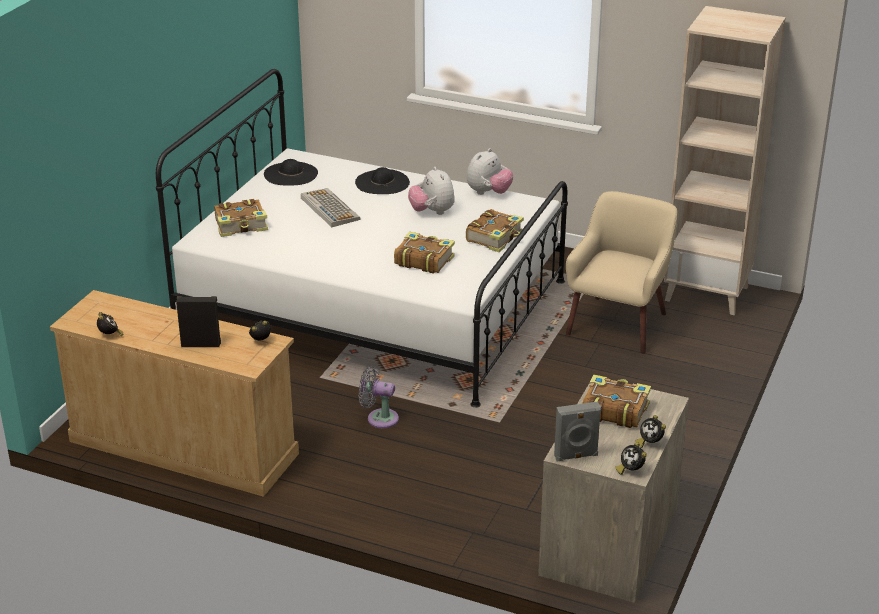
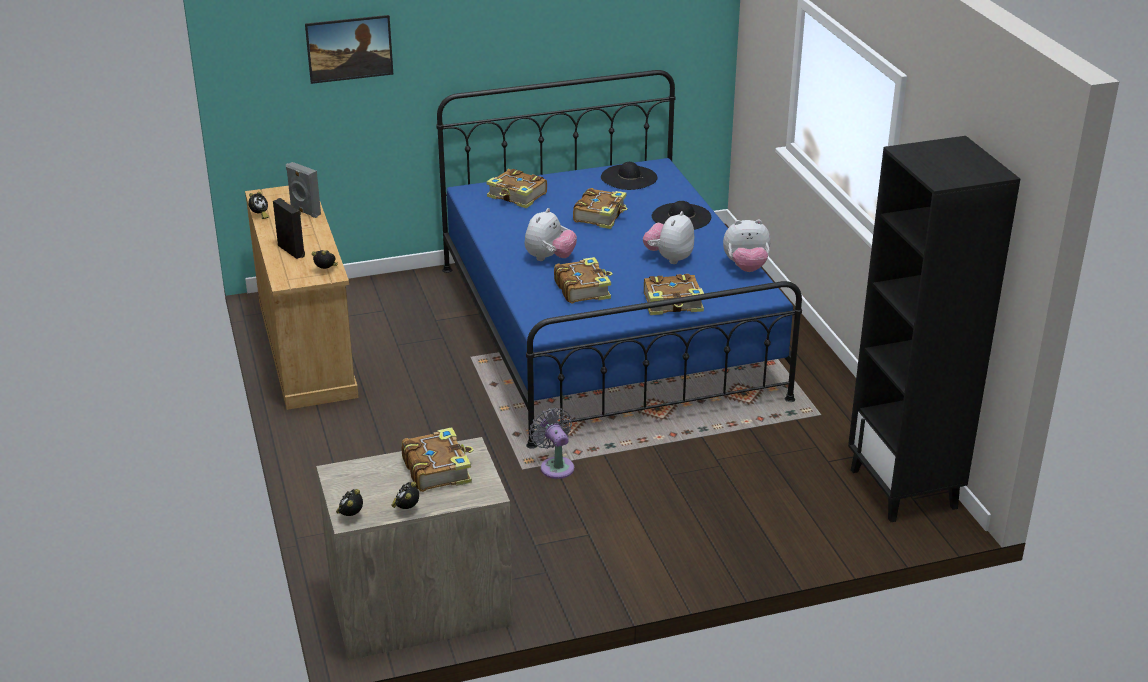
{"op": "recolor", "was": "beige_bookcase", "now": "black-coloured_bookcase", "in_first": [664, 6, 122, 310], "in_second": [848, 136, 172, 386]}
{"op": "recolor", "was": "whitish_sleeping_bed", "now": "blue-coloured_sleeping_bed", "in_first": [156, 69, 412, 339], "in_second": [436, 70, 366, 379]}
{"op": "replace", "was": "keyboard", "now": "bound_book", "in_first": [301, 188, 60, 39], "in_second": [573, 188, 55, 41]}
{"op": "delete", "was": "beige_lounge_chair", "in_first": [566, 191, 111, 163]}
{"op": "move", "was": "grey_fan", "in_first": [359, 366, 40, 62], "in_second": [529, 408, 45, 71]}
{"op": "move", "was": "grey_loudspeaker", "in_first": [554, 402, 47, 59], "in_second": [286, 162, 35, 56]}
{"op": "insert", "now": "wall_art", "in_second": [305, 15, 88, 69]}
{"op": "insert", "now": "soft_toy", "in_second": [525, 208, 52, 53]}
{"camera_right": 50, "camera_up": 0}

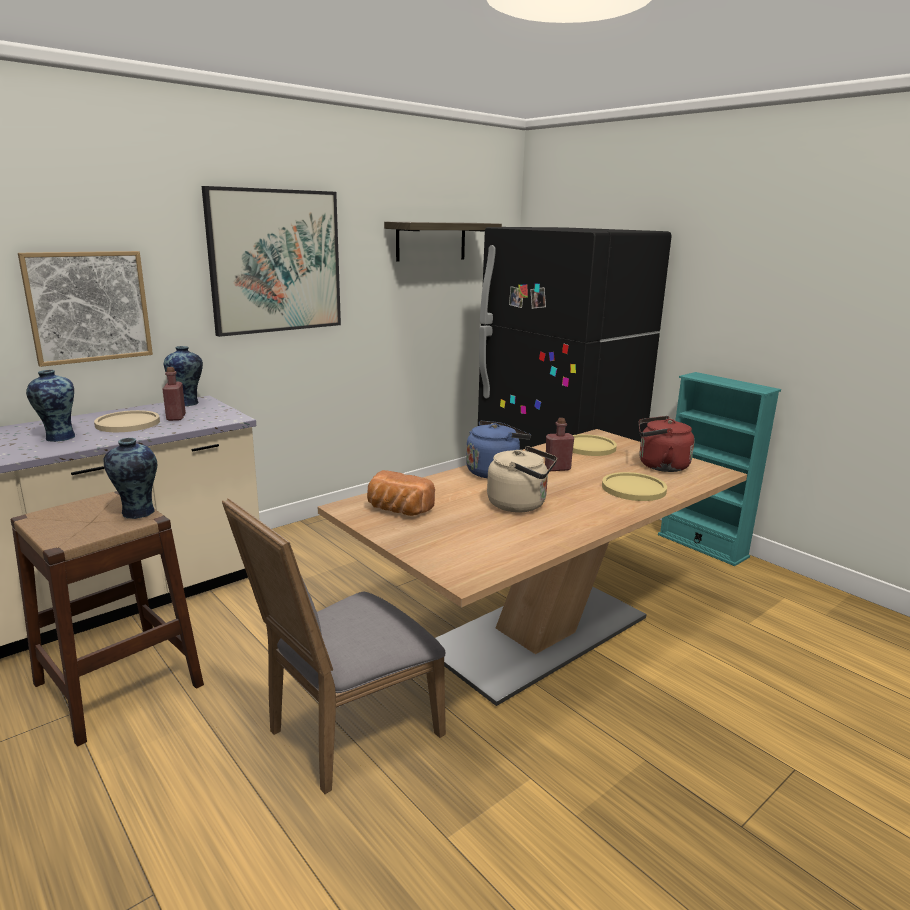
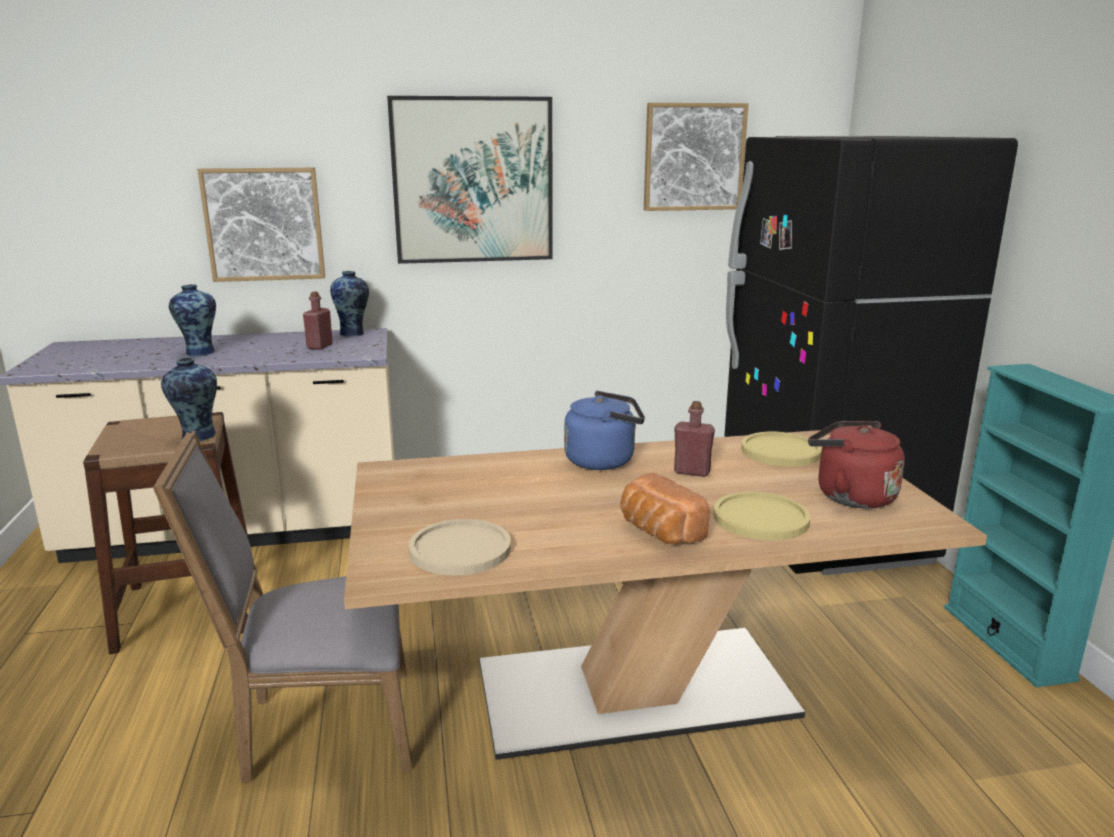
{"op": "replace", "was": "bracket_shelf", "now": "wall_art", "in_first": [384, 222, 118, 40], "in_second": [644, 103, 105, 108]}
{"op": "move", "was": "beige_flat_dish", "in_first": [94, 410, 66, 22], "in_second": [409, 519, 102, 57]}
{"op": "delete", "was": "beige_kettle", "in_first": [487, 446, 70, 66]}
{"op": "move", "was": "bakery_bread", "in_first": [367, 470, 68, 46], "in_second": [621, 473, 89, 71]}
{"camera_right": 30, "camera_up": 0}

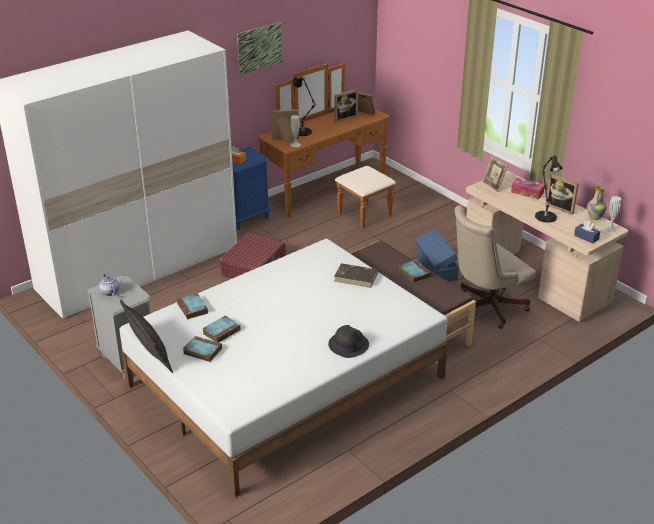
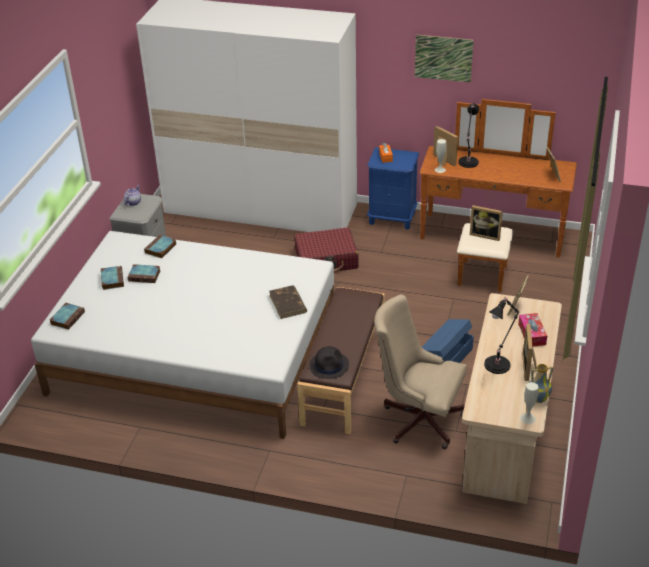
{"op": "move", "was": "picture_frame", "in_first": [334, 89, 24, 33], "in_second": [470, 205, 33, 36]}
{"op": "delete", "was": "blue-coloured_tissue_holder", "in_first": [574, 221, 26, 23]}
{"op": "move", "was": "bound_book", "in_first": [399, 260, 32, 23], "in_second": [50, 303, 35, 27]}
{"op": "delete", "was": "throw_pillow", "in_first": [120, 300, 53, 73]}
{"op": "move", "was": "black-coloured_wearable_hat", "in_first": [328, 325, 41, 33], "in_second": [309, 346, 40, 33]}
{"camera_right": 55, "camera_up": 5}

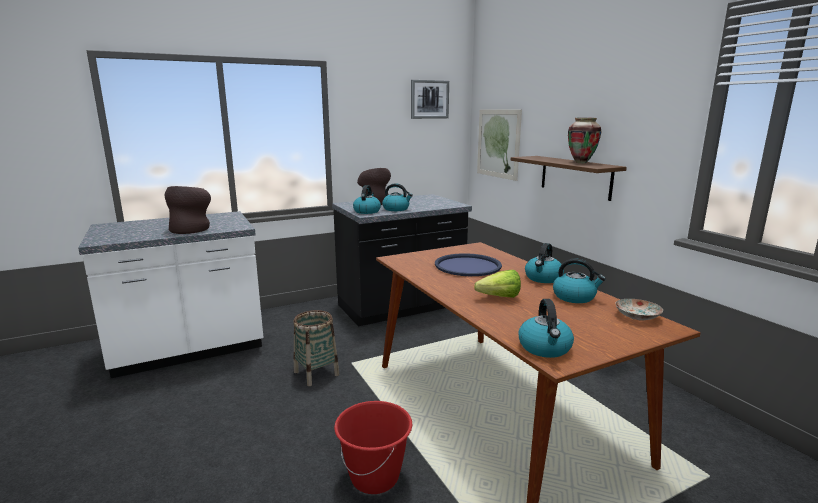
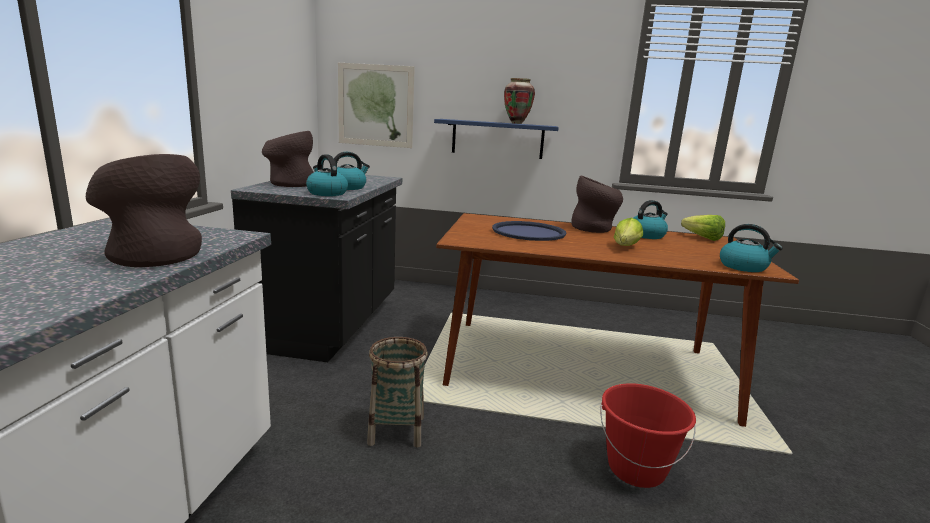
{"op": "delete", "was": "wall_art", "in_first": [411, 80, 38, 39]}
{"op": "recolor", "was": "brown-coloured_bracket_shelf", "now": "blue-coloured_bracket_shelf", "in_first": [511, 156, 116, 45], "in_second": [434, 119, 125, 40]}
{"op": "replace", "was": "kettle", "now": "brown-coloured_decorative_vase", "in_first": [525, 243, 39, 40], "in_second": [571, 176, 52, 57]}
{"op": "replace", "was": "flat_dish", "now": "lettuce", "in_first": [615, 299, 48, 21], "in_second": [681, 215, 44, 26]}
{"camera_right": -55, "camera_up": 0}

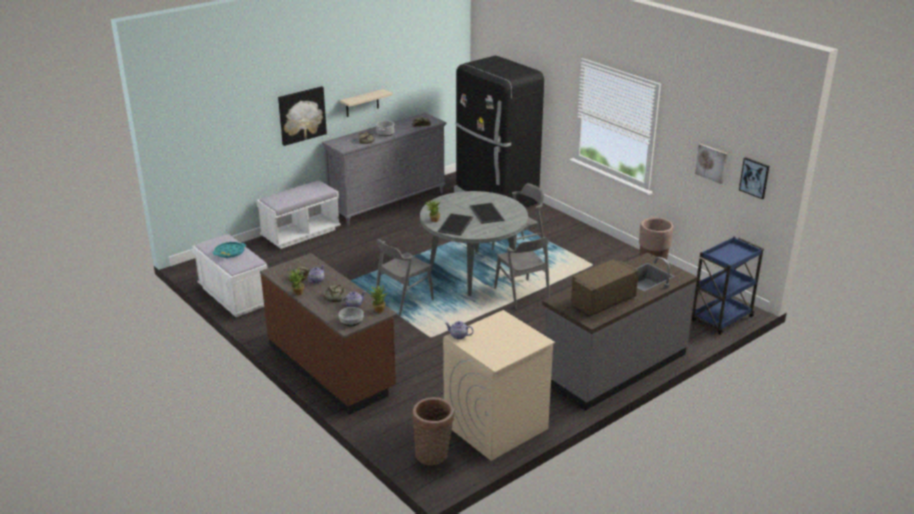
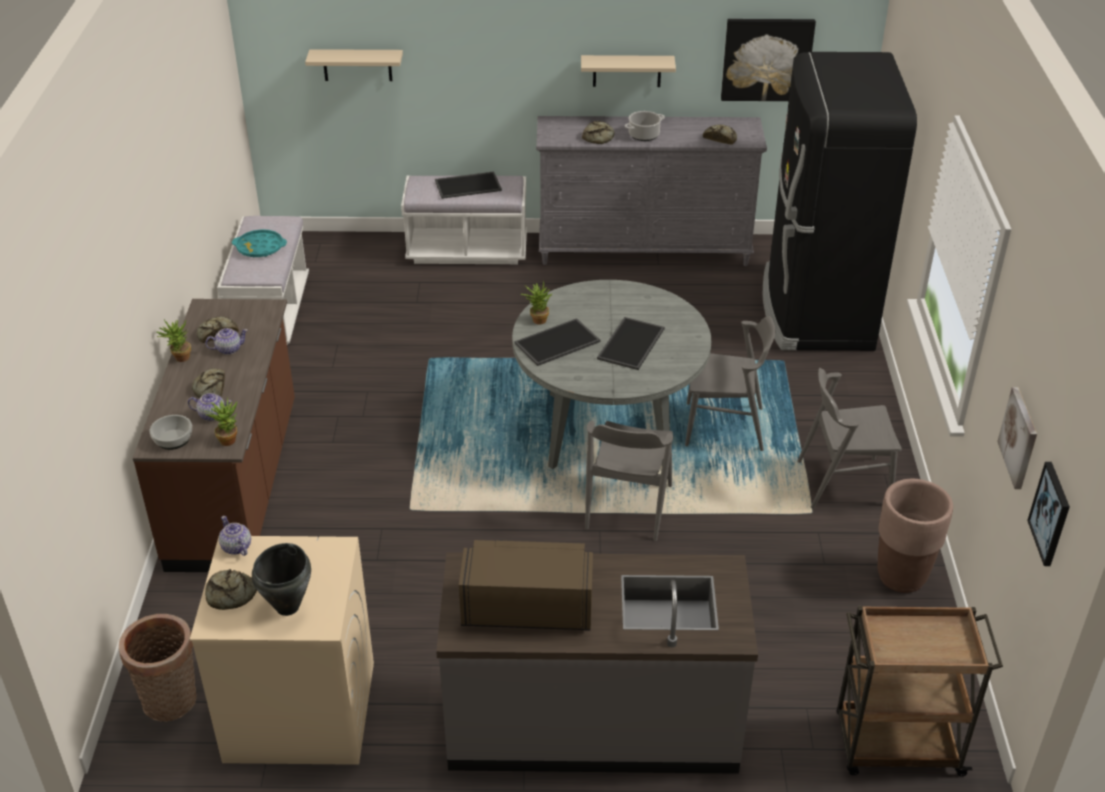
{"op": "move", "was": "wall_art", "in_first": [278, 86, 49, 60], "in_second": [721, 19, 95, 82]}
{"op": "recolor", "was": "blue-coloured_wheeled_cart", "now": "brown-coloured_wheeled_cart", "in_first": [692, 237, 72, 98], "in_second": [836, 606, 167, 171]}
{"op": "move", "was": "grey_upright_chair", "in_first": [375, 239, 59, 78], "in_second": [797, 368, 105, 141]}
{"op": "insert", "now": "beige_bracket_shelf", "in_second": [305, 49, 98, 32]}
{"op": "insert", "now": "serving_tray", "in_second": [435, 171, 67, 28]}
{"op": "insert", "now": "black-coloured_saucepot", "in_second": [252, 543, 59, 73]}
{"op": "insert", "now": "bakery_bread", "in_second": [205, 569, 52, 41]}
{"camera_right": 40, "camera_up": 10}

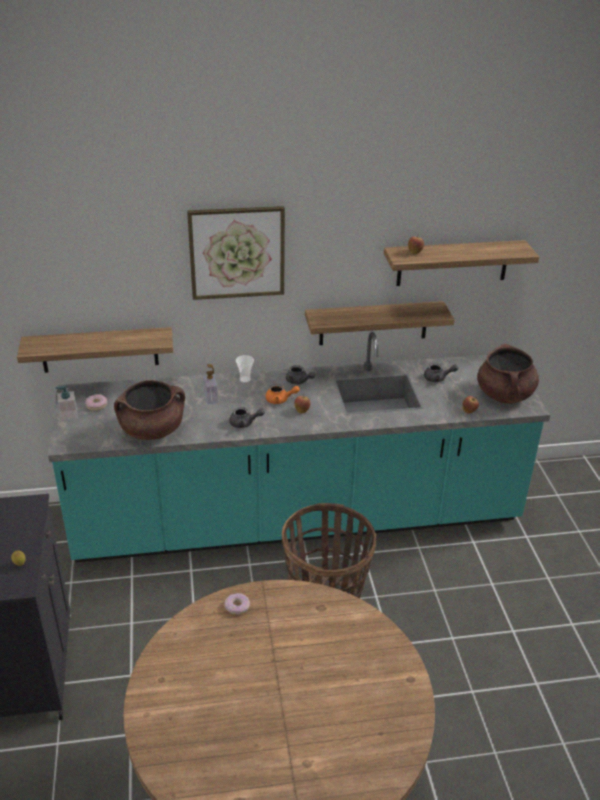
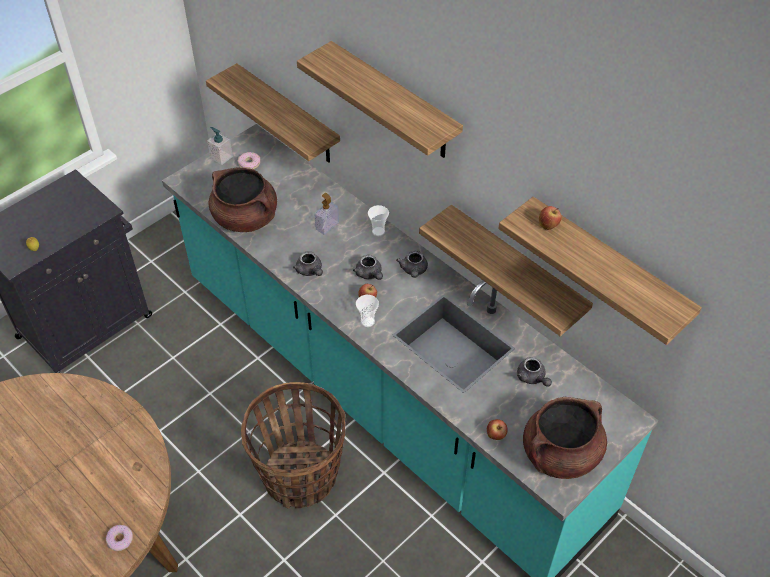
{"op": "replace", "was": "wall_art", "now": "bracket_shelf", "in_first": [187, 206, 98, 94], "in_second": [297, 41, 166, 117]}
{"op": "recolor", "was": "orangey_teapot", "now": "grey_teapot", "in_first": [265, 384, 35, 20], "in_second": [353, 255, 30, 25]}
{"op": "move", "was": "doughnut", "in_first": [225, 593, 25, 22], "in_second": [106, 525, 27, 26]}
{"op": "insert", "now": "cup", "in_second": [356, 295, 23, 32]}
{"camera_right": 55, "camera_up": 15}

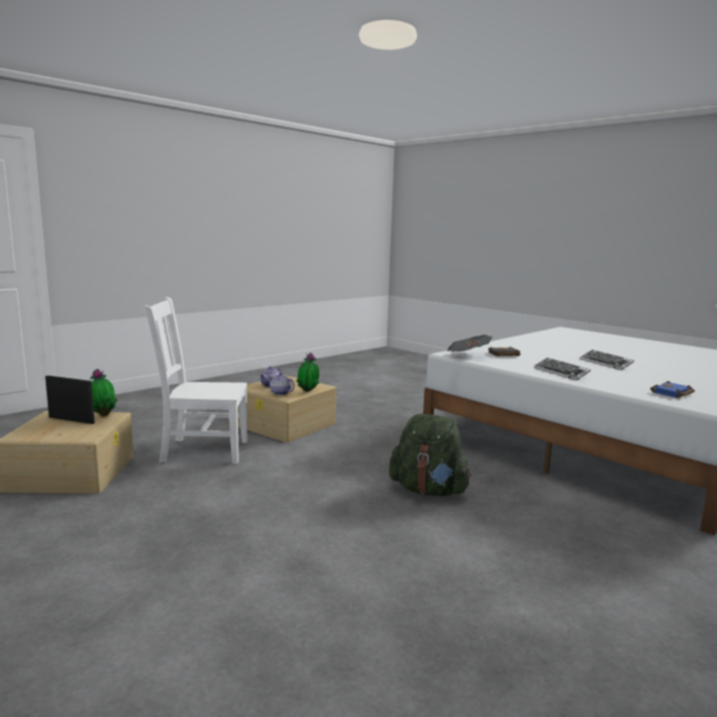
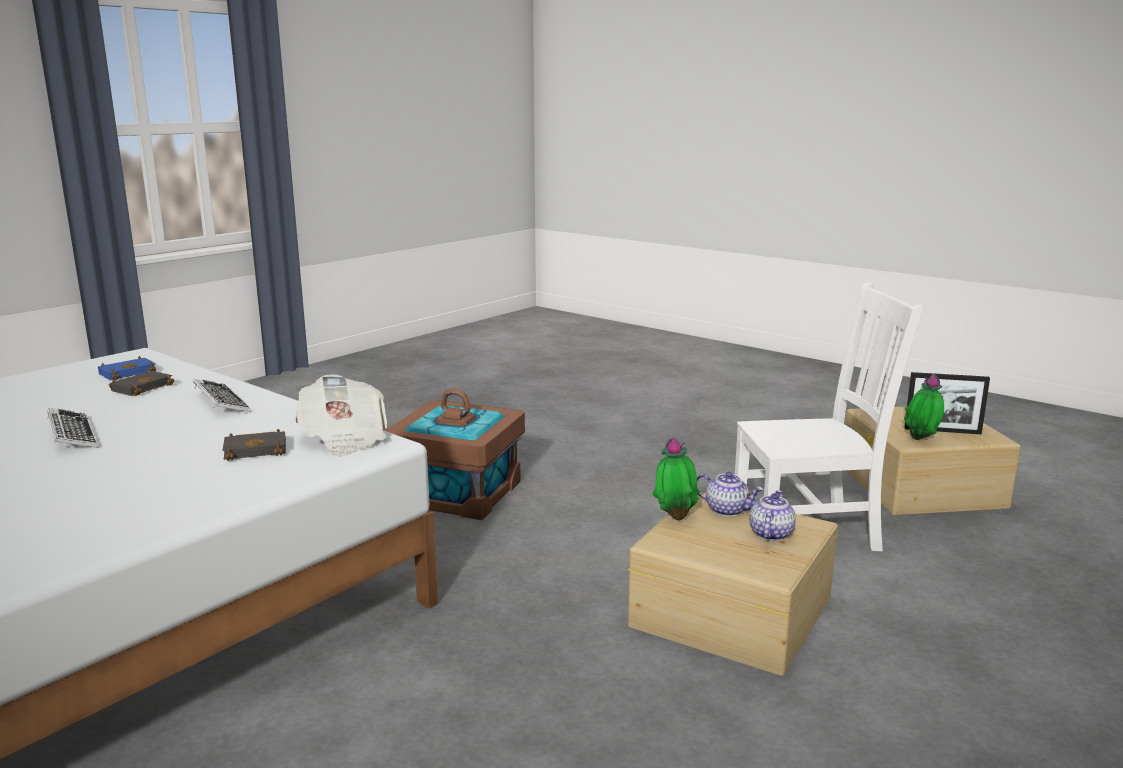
{"op": "replace", "was": "green-coloured_knapsack", "now": "brown-coloured_storage_box", "in_first": [389, 414, 83, 82], "in_second": [385, 389, 140, 131]}
{"op": "insert", "now": "black-coloured_bound_book", "in_second": [109, 370, 65, 26]}
{"camera_right": 175, "camera_up": 5}

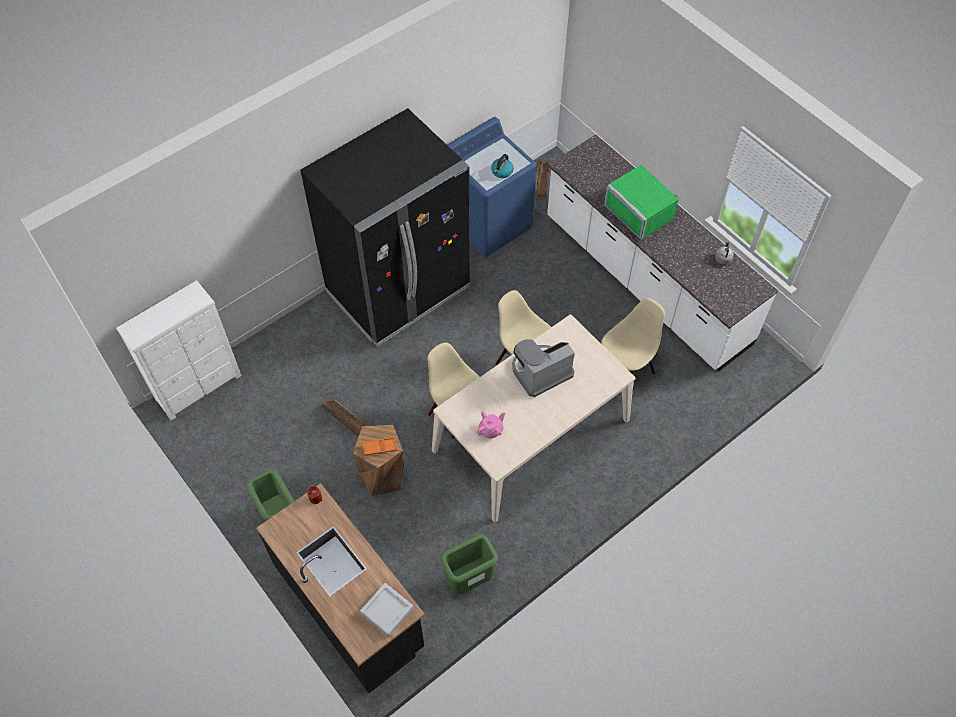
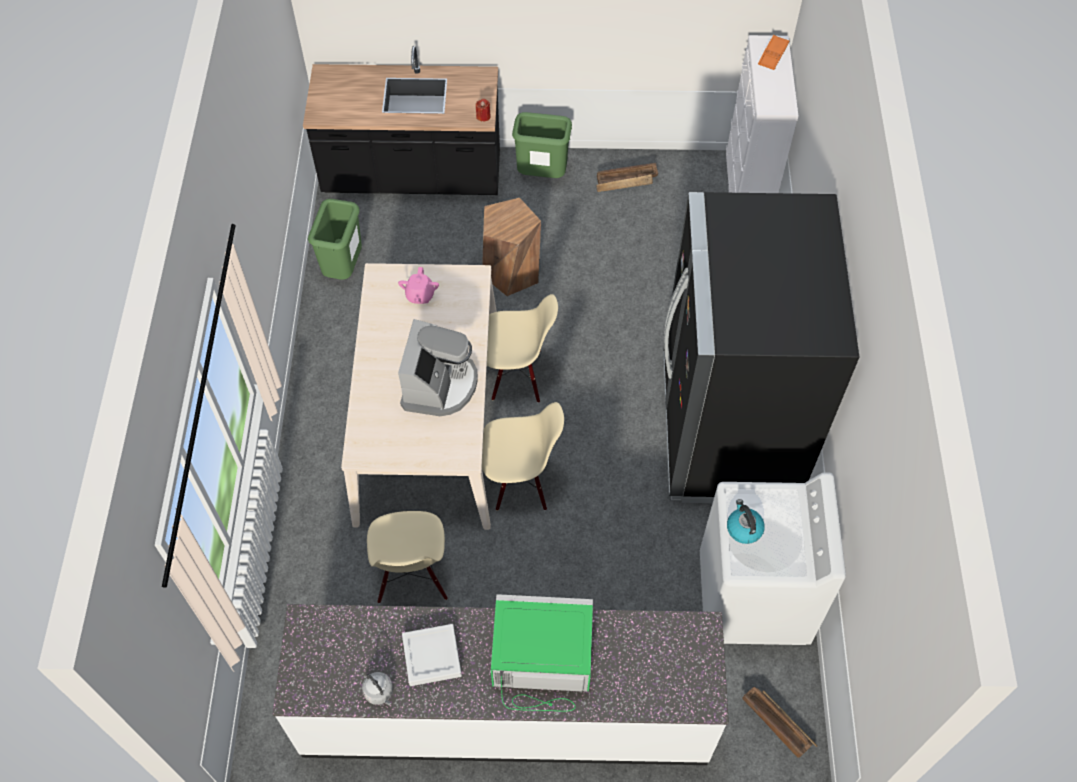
{"op": "recolor", "was": "blue-coloured_laundry_appliance", "now": "whitish_laundry_appliance", "in_first": [447, 117, 90, 140], "in_second": [700, 472, 146, 173]}
{"op": "move", "was": "shipping_crate", "in_first": [322, 398, 45, 39], "in_second": [596, 163, 62, 29]}
{"op": "move", "was": "orangey_serving_tray", "in_first": [362, 437, 35, 19], "in_second": [758, 35, 32, 35]}
{"op": "move", "was": "grey_serving_tray", "in_first": [360, 583, 53, 54], "in_second": [402, 624, 60, 62]}
{"camera_right": 130, "camera_up": 0}

